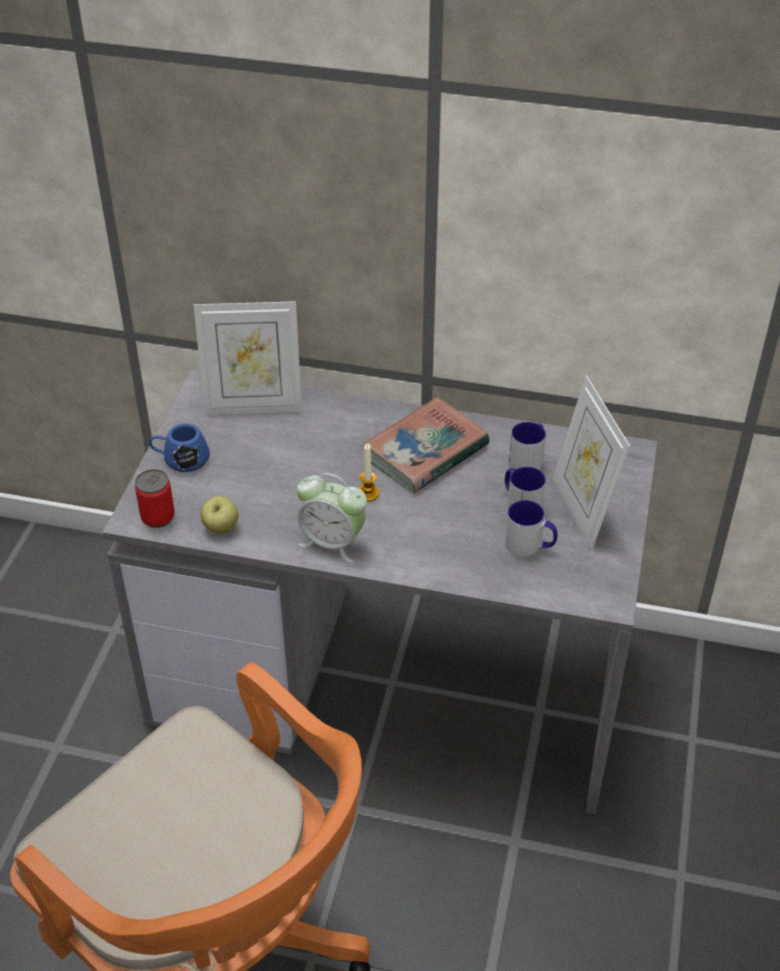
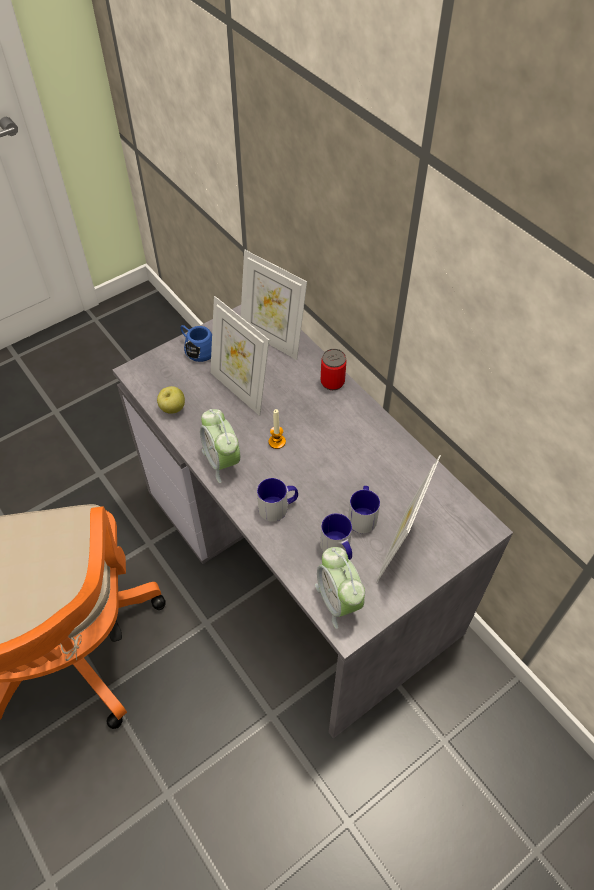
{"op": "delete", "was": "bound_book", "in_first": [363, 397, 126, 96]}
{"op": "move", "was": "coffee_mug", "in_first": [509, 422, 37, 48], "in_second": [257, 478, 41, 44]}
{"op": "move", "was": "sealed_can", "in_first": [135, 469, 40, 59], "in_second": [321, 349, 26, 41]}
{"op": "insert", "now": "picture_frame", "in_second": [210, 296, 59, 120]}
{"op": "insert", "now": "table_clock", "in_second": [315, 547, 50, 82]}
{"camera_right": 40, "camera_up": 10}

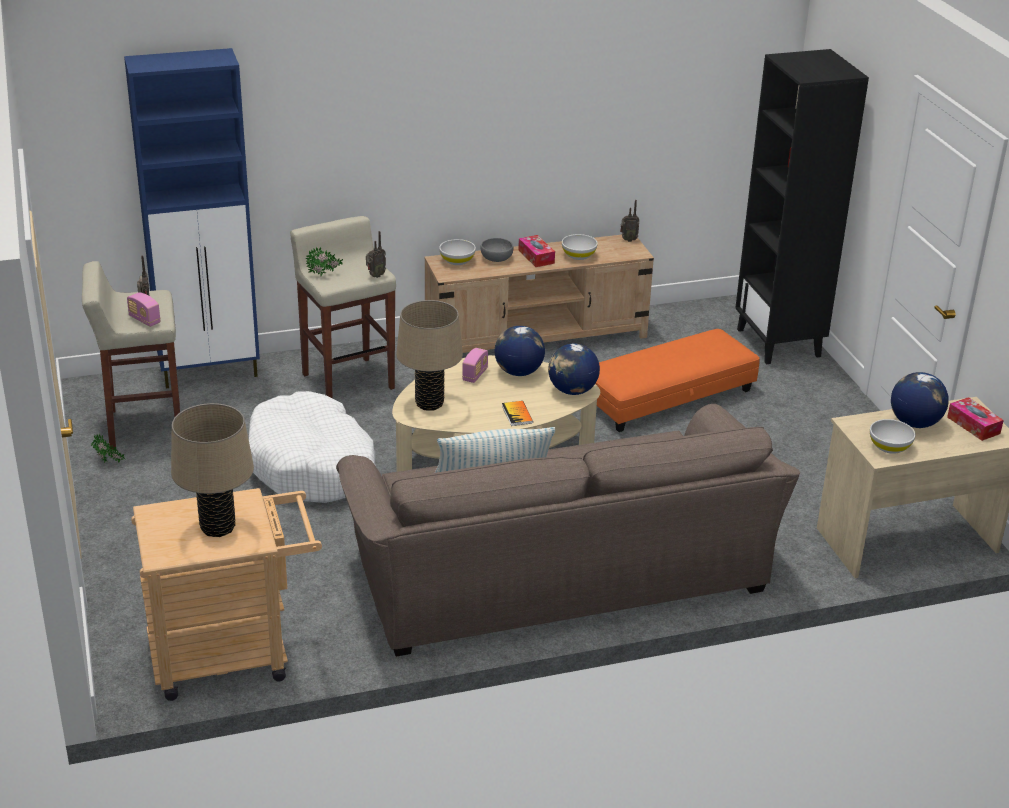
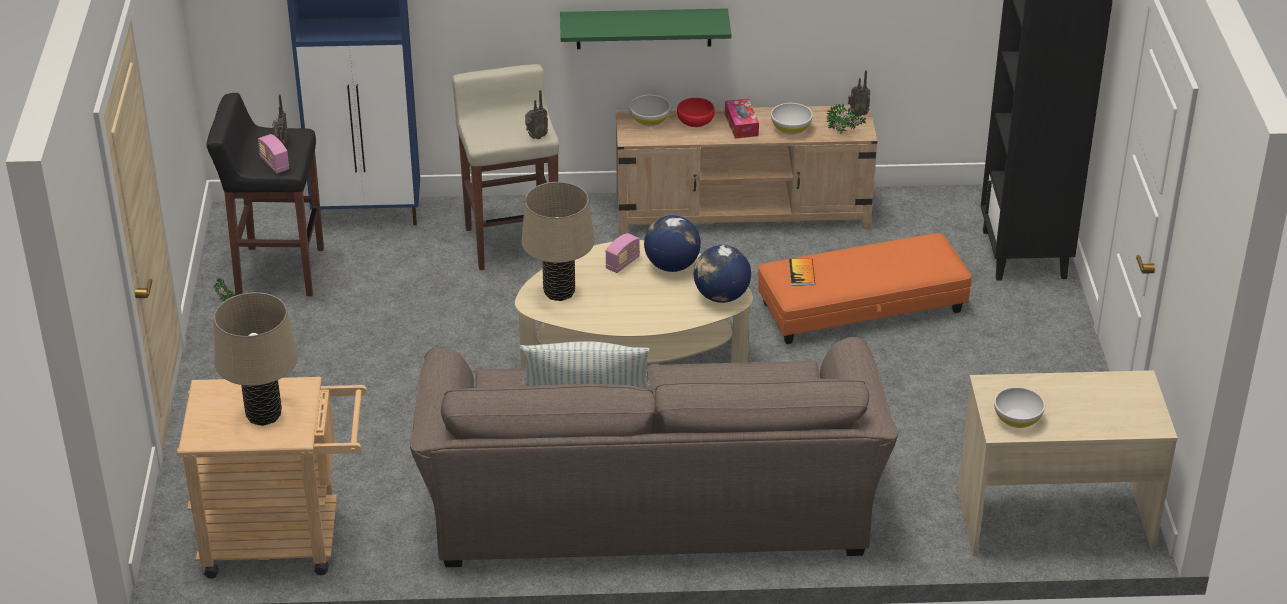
{"op": "recolor", "was": "grey_serving_bowl", "now": "red_serving_bowl", "in_first": [481, 238, 32, 24], "in_second": [677, 98, 38, 29]}
{"op": "move", "was": "potted_plant", "in_first": [306, 247, 37, 29], "in_second": [826, 103, 40, 31]}
{"op": "recolor", "was": "beige_sitting_stool", "now": "black-coloured_sitting_stool", "in_first": [82, 261, 98, 189], "in_second": [206, 93, 118, 203]}
{"op": "delete", "was": "desk_globe", "in_first": [891, 372, 58, 56]}
{"op": "delete", "was": "whitish_dog_bed", "in_first": [249, 391, 127, 112]}
{"op": "delete", "was": "tissue_holder", "in_first": [947, 397, 57, 44]}
{"op": "move", "was": "bound_book", "in_first": [502, 401, 31, 25], "in_second": [789, 259, 26, 27]}
{"op": "insert", "now": "green-coloured_bracket_shelf", "in_second": [560, 9, 171, 40]}
{"camera_right": 15, "camera_up": 5}

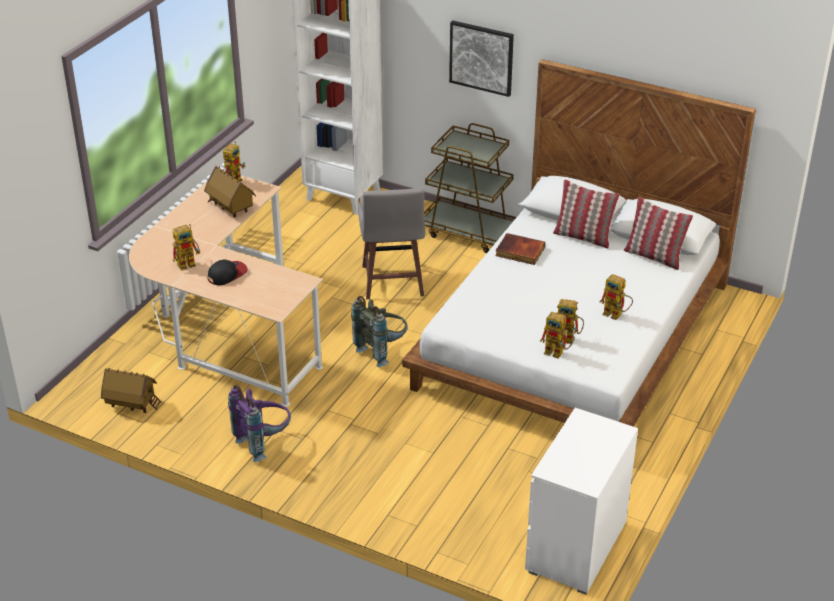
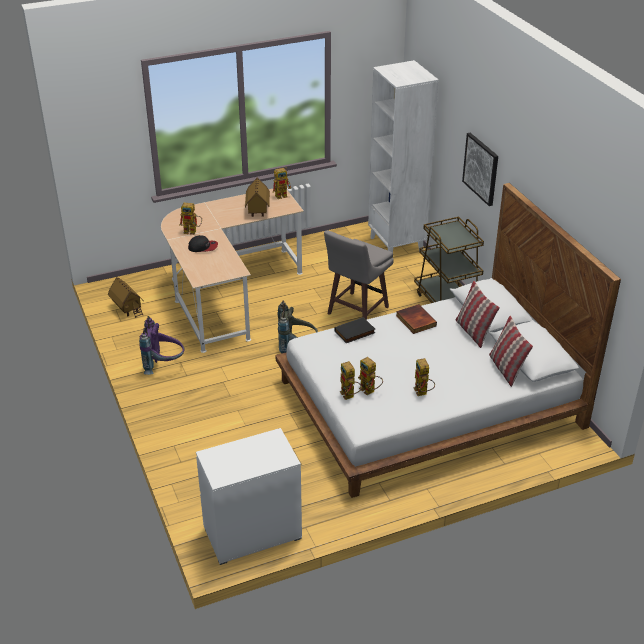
{"op": "insert", "now": "black-coloured_bound_book", "in_second": [334, 317, 41, 26]}
{"camera_right": 40, "camera_up": 0}

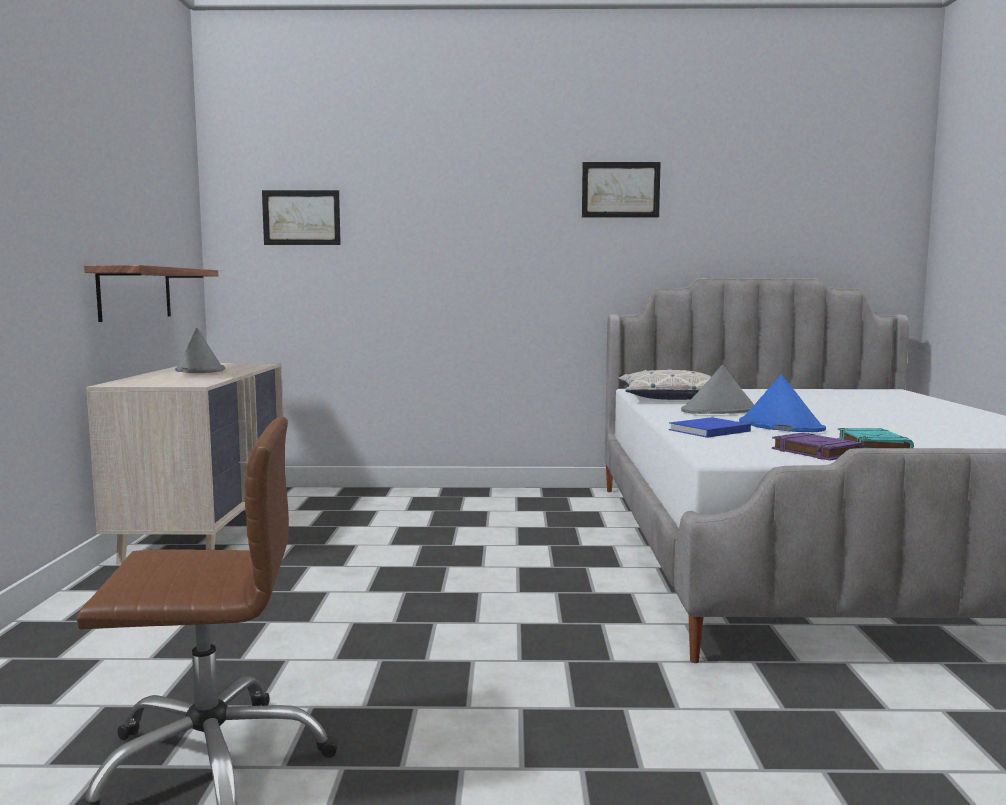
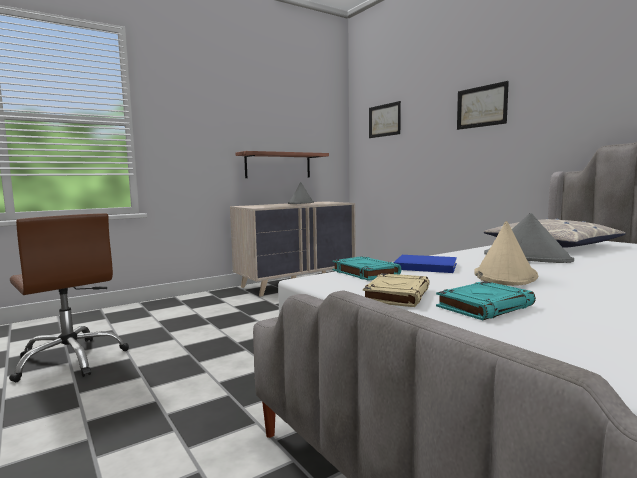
{"op": "move", "was": "wall_art", "in_first": [582, 162, 79, 55], "in_second": [457, 81, 52, 49]}
{"op": "recolor", "was": "blue-coloured_wearable_hat", "now": "beige_wearable_hat", "in_first": [739, 374, 87, 58], "in_second": [474, 221, 64, 65]}
{"op": "recolor", "was": "purple_bound_book", "now": "beige_bound_book", "in_first": [772, 433, 91, 28], "in_second": [363, 273, 67, 34]}
{"op": "insert", "now": "blue-green_bound_book", "in_second": [332, 256, 70, 25]}
{"camera_right": 55, "camera_up": 0}

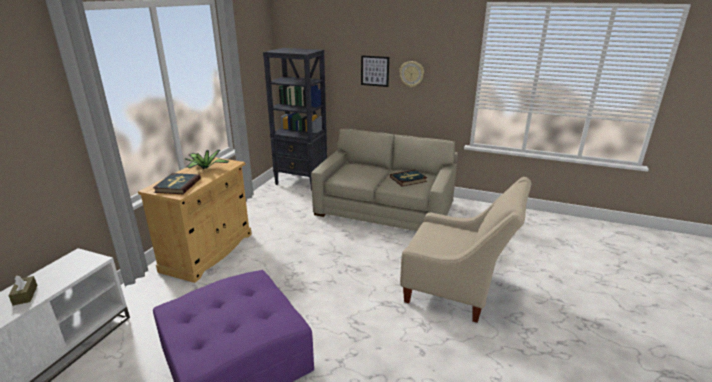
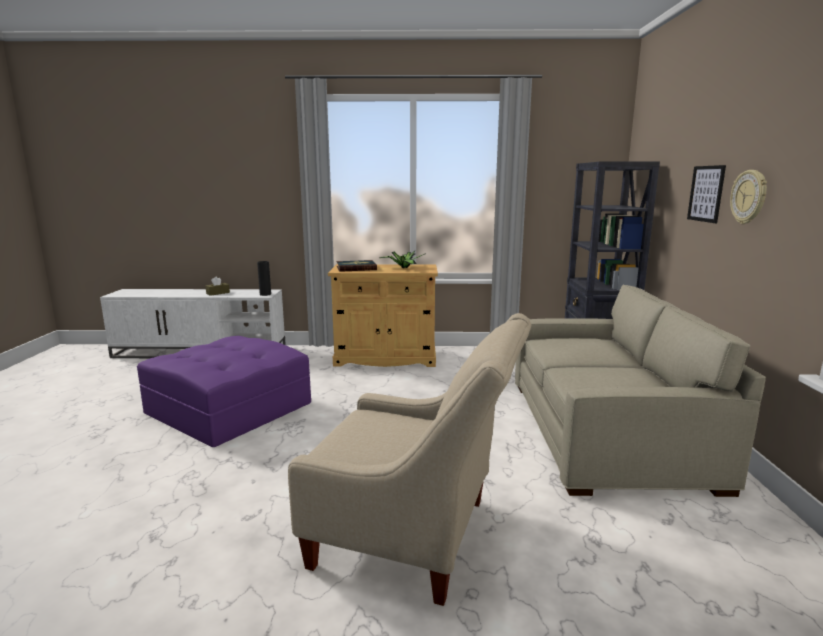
{"op": "delete", "was": "bound_book", "in_first": [390, 170, 37, 16]}
{"op": "rotate", "was": "beige_lounge_chair", "in_first": [400, 177, 131, 146], "in_second": [288, 313, 243, 293], "clockwise": -75}
{"op": "insert", "now": "black-coloured_decorative_vase", "in_second": [257, 261, 14, 35]}
{"camera_right": 70, "camera_up": -10}

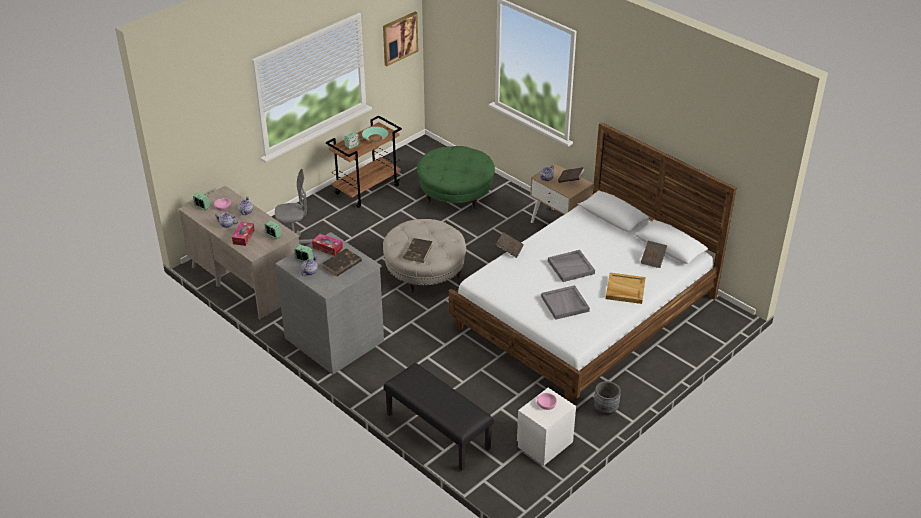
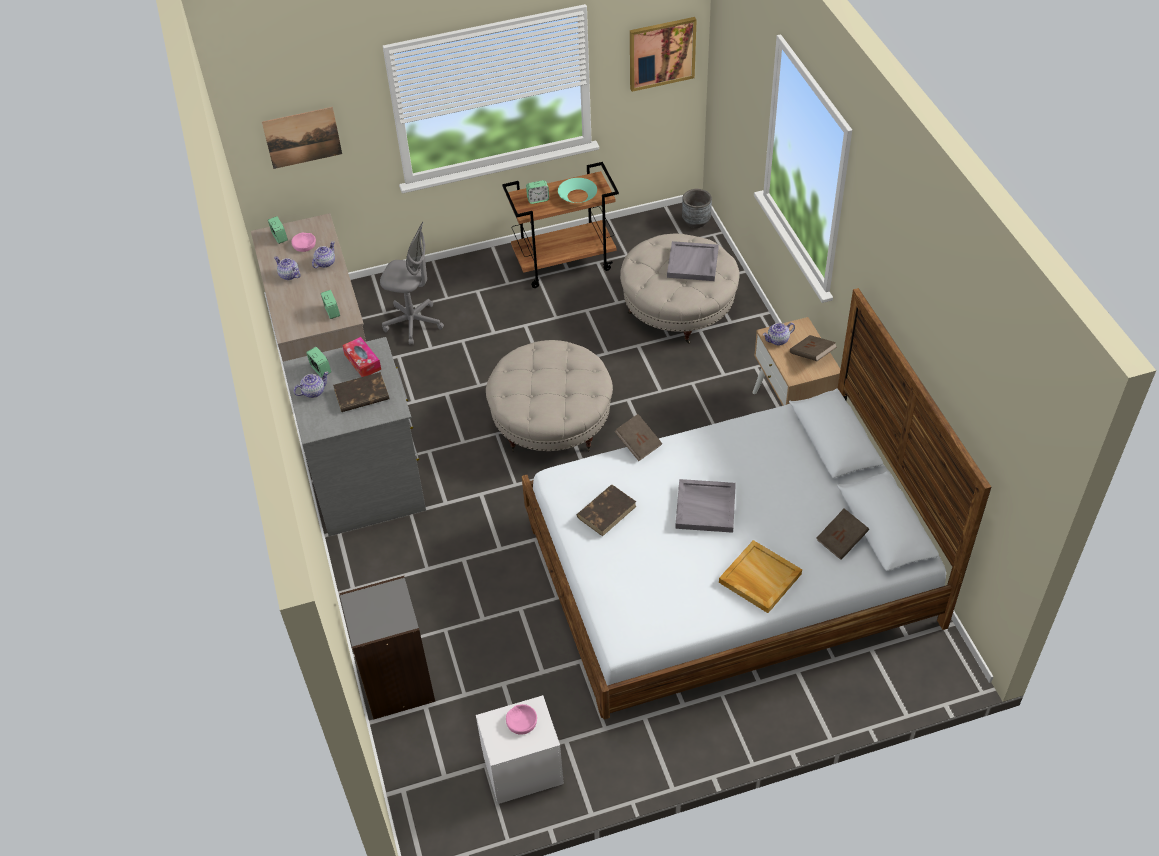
{"op": "recolor", "was": "green-coloured_ottoman", "now": "beige_ottoman", "in_first": [417, 146, 78, 63], "in_second": [620, 233, 120, 111]}
{"op": "delete", "was": "tissue_holder", "in_first": [232, 222, 23, 24]}
{"op": "move", "was": "brown-coloured_bound_book", "in_first": [403, 238, 29, 25], "in_second": [577, 485, 60, 51]}
{"op": "move", "was": "grey_serving_tray", "in_first": [541, 285, 49, 35], "in_second": [667, 241, 52, 40]}
{"op": "replace", "was": "black-coloured_indoor_bench", "now": "grey_bookcase", "in_first": [384, 363, 109, 108], "in_second": [339, 576, 96, 144]}
{"op": "move", "was": "grey_planter", "in_first": [594, 381, 27, 34], "in_second": [682, 189, 30, 39]}
{"op": "insert", "now": "wall_art", "in_second": [262, 107, 80, 62]}
{"camera_right": 30, "camera_up": 10}

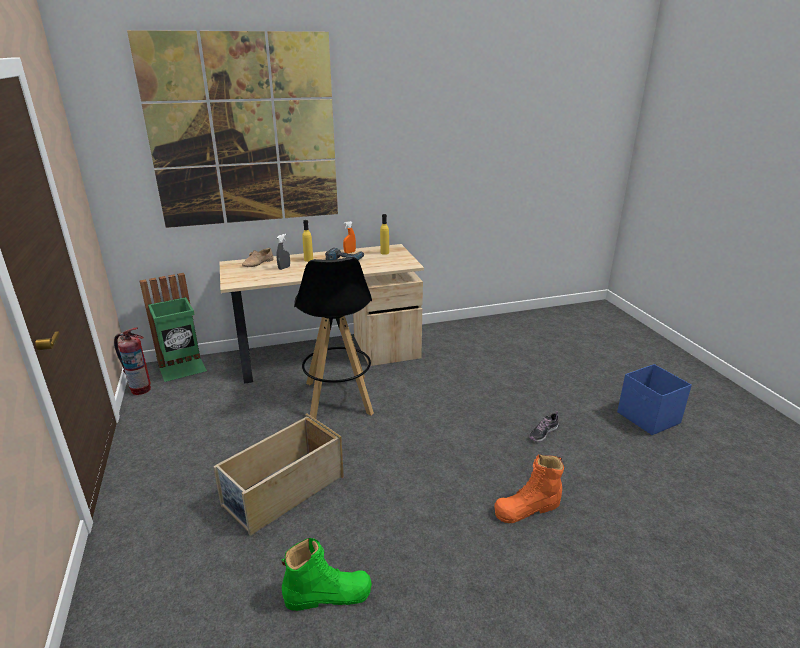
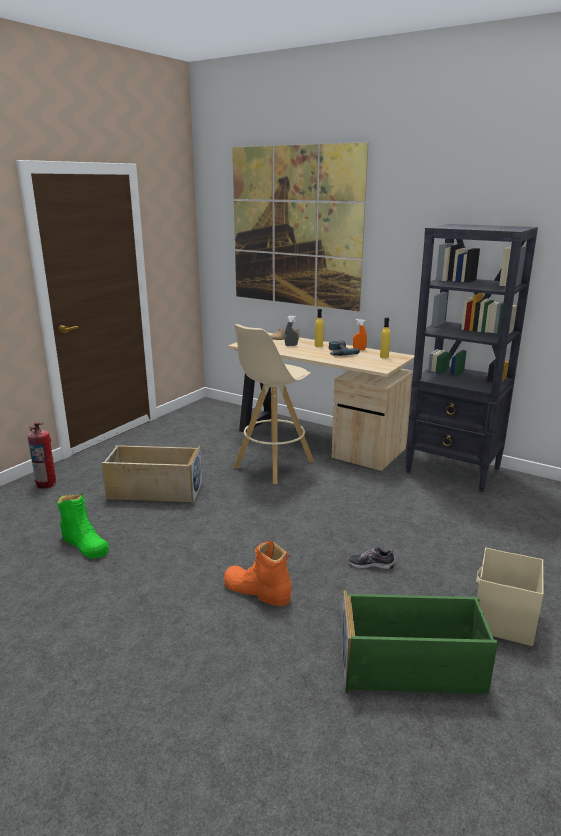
{"op": "recolor", "was": "black-coloured_sitting_stool", "now": "beige_sitting_stool", "in_first": [294, 257, 80, 162], "in_second": [234, 324, 80, 160]}
{"op": "delete", "was": "green-coloured_trash_can", "in_first": [139, 273, 68, 109]}
{"op": "move", "was": "extinguisher", "in_first": [114, 328, 37, 67], "in_second": [28, 422, 28, 67]}
{"op": "recolor", "was": "blue-coloured_storage_box", "now": "beige_storage_box", "in_first": [617, 364, 75, 71], "in_second": [476, 547, 67, 99]}
{"op": "insert", "now": "black-coloured_bookcase", "in_second": [405, 224, 133, 268]}
{"op": "insert", "now": "green-coloured_storage_box", "in_second": [341, 590, 157, 104]}
{"camera_right": 50, "camera_up": -5}

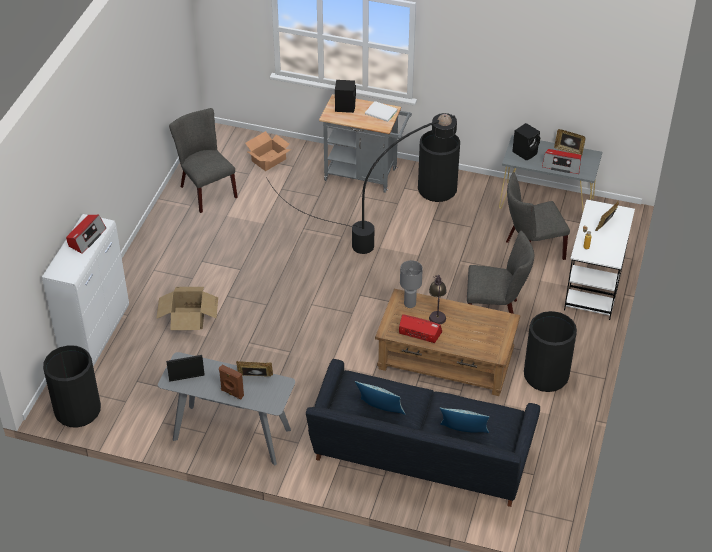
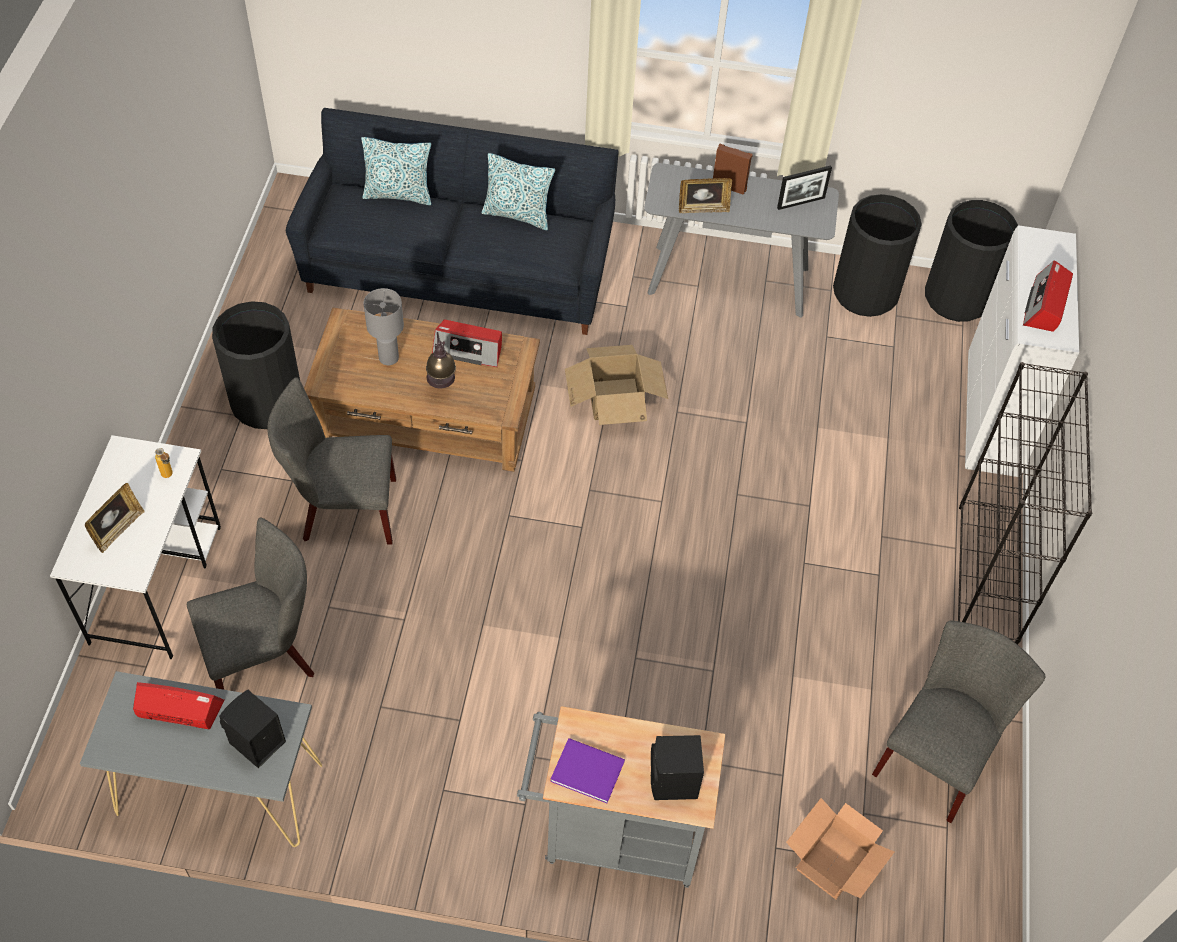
{"op": "recolor", "was": "whitish_bound_book", "now": "purple_bound_book", "in_first": [365, 101, 32, 21], "in_second": [550, 738, 75, 65]}
{"op": "rotate", "was": "grey_upright_chair", "in_first": [169, 108, 69, 105], "in_second": [872, 621, 174, 202], "clockwise": -105}
{"op": "delete", "was": "black-coloured_standard_lamp", "in_first": [266, 113, 191, 141]}
{"op": "delete", "was": "picture_frame", "in_first": [554, 129, 32, 28]}
{"op": "move", "was": "black-coloured_trash_can", "in_first": [418, 130, 42, 72], "in_second": [833, 194, 89, 123]}
{"op": "move", "was": "grey_lamp_for_a_table", "in_first": [400, 260, 23, 48], "in_second": [364, 288, 40, 77]}
{"op": "move", "was": "cardboard_box", "in_first": [156, 287, 62, 43], "in_second": [565, 345, 103, 80]}
{"op": "insert", "now": "black-coloured_bookcase", "in_second": [958, 362, 134, 283]}
{"camera_right": 170, "camera_up": 10}

